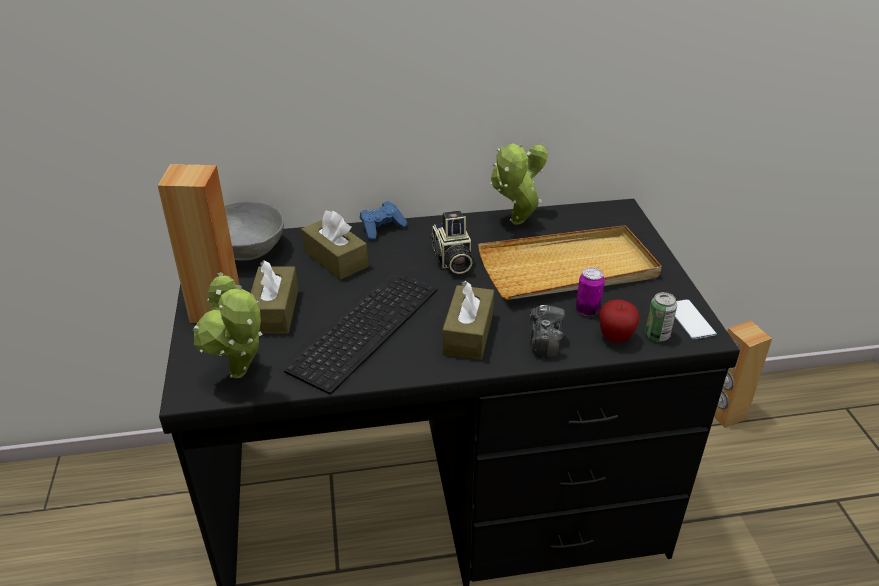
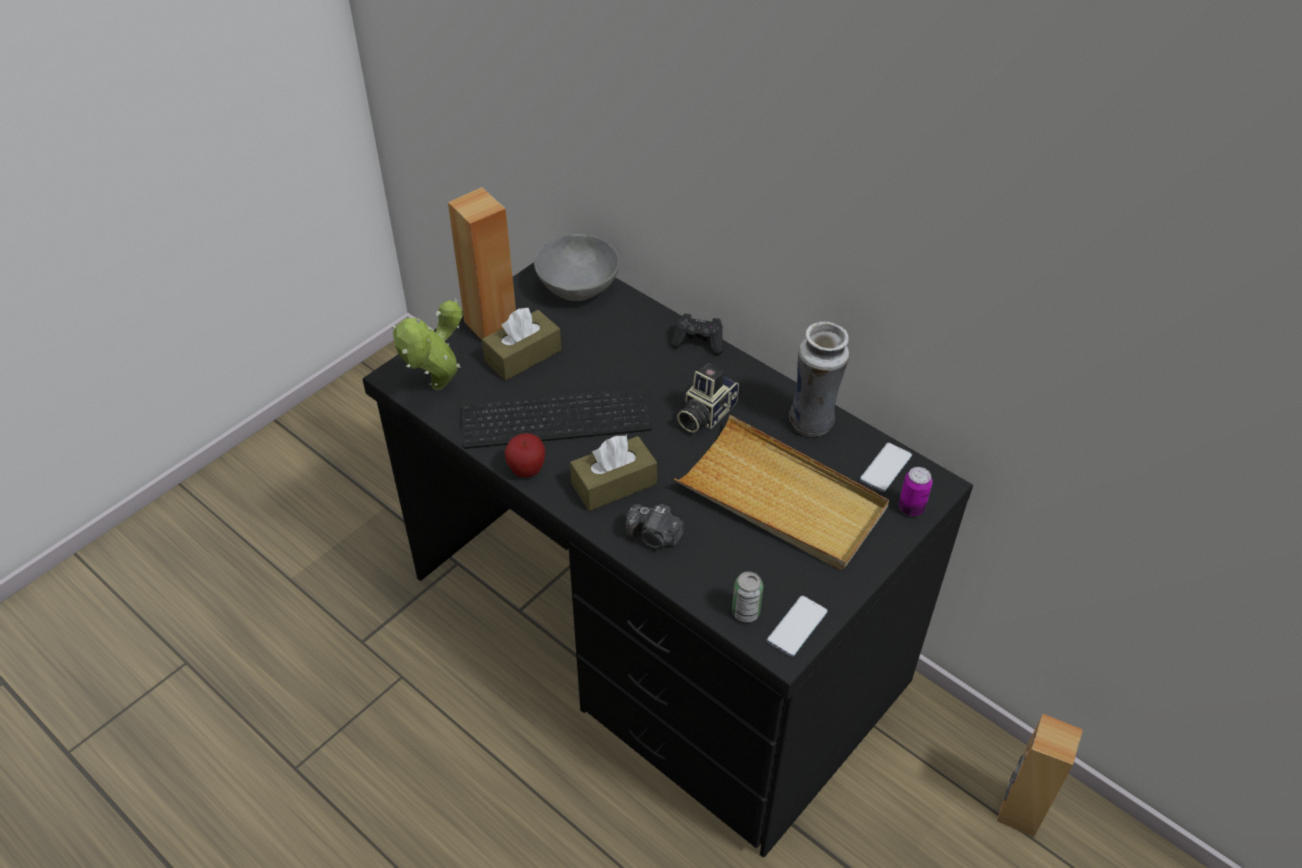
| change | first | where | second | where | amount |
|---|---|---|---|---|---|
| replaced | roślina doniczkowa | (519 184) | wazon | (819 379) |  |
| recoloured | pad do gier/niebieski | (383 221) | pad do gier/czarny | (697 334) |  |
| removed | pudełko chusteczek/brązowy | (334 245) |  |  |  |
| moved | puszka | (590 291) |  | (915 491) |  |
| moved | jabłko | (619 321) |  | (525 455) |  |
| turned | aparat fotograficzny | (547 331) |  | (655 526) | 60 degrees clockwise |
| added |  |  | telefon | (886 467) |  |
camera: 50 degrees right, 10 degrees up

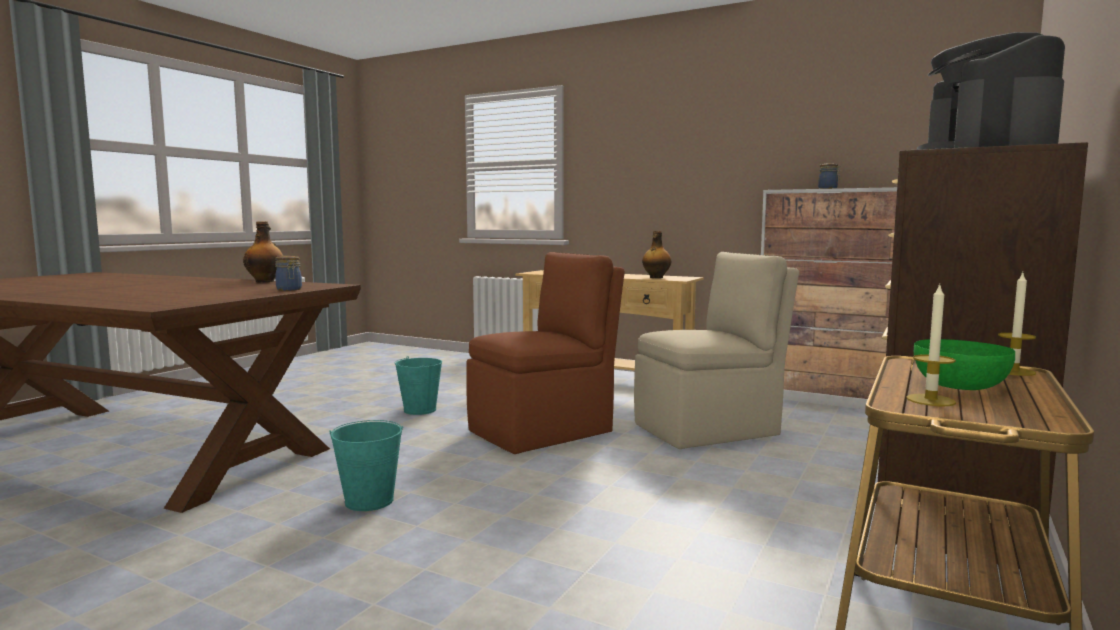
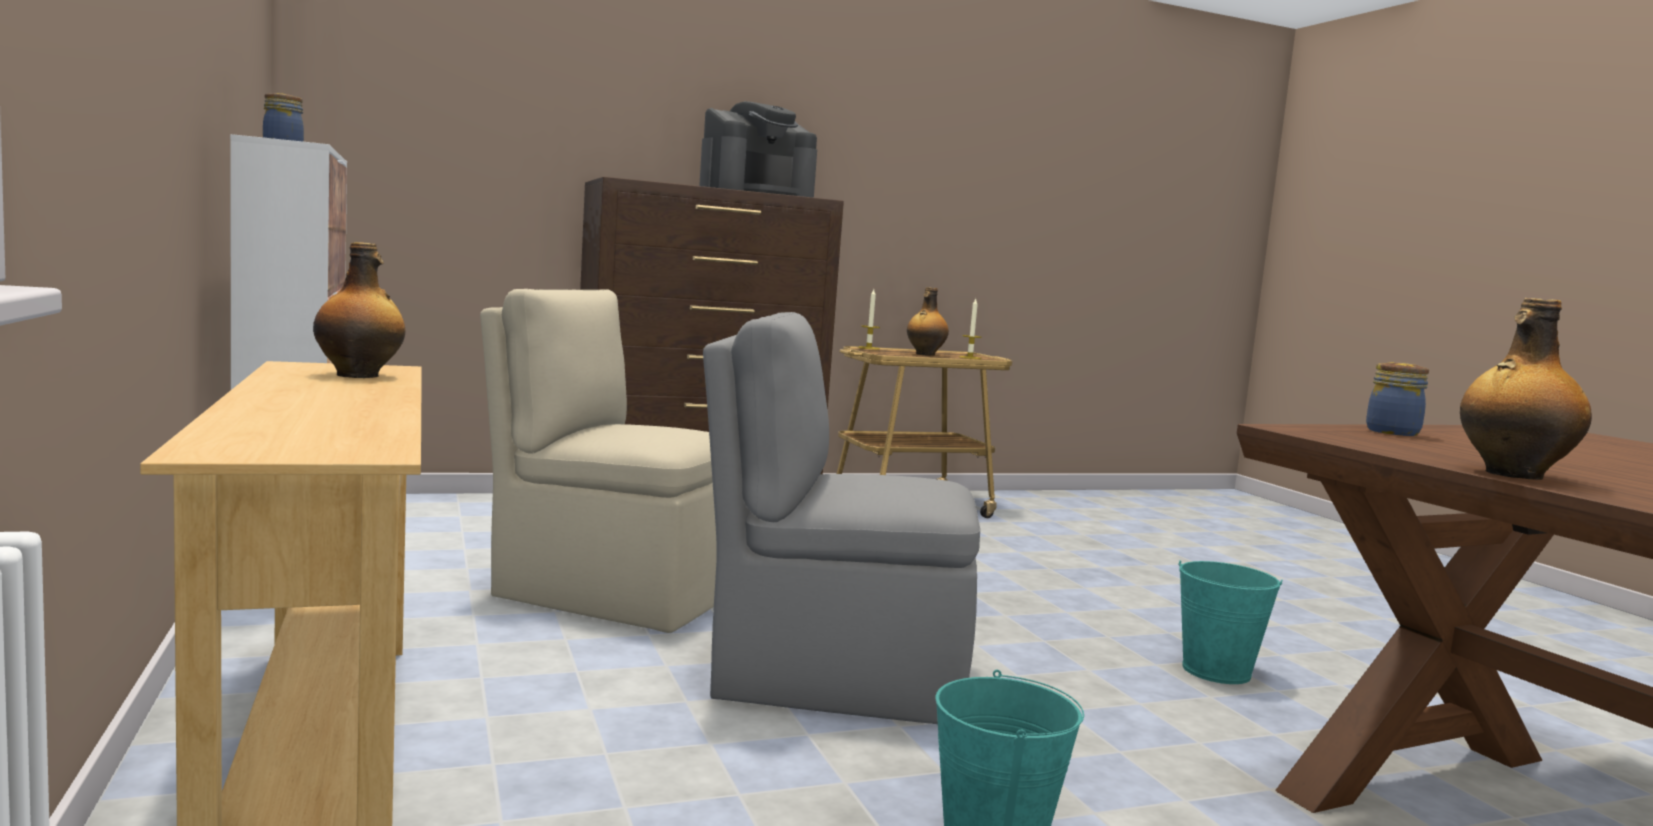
| change | first | where | second | where | amount |
|---|---|---|---|---|---|
| recoloured | krzesło/brązowy | (545 353) | krzesło/szary | (841 518) |  |
| replaced | miska/zielony | (964 364) | butelka | (928 321) |  |
camera: 140 degrees left, 0 degrees up

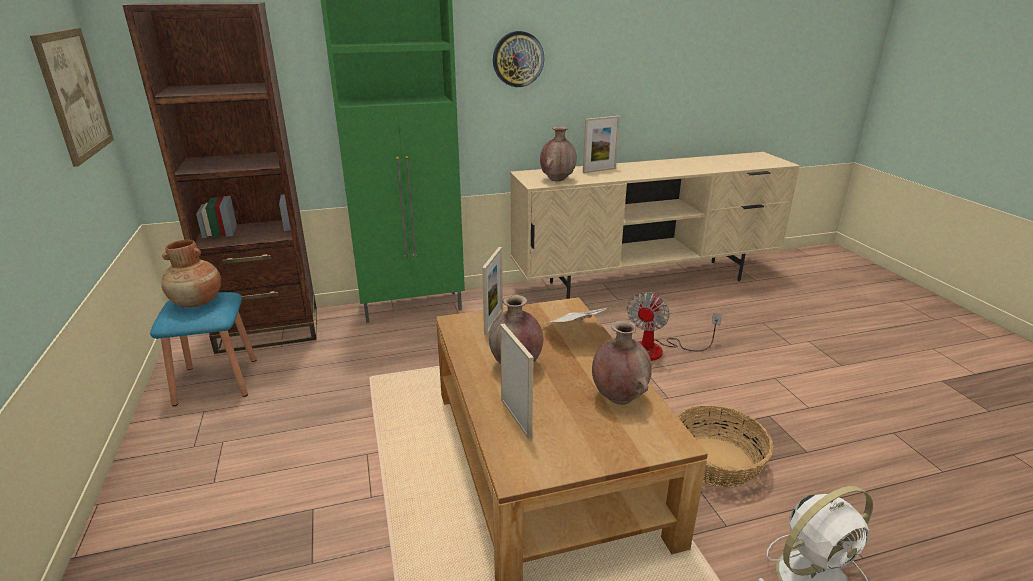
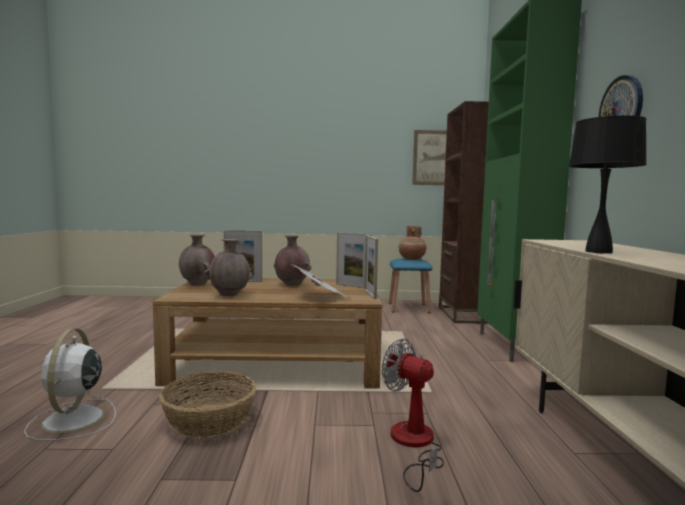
| change | first | where | second | where | amount |
|---|---|---|---|---|---|
| moved | ramka na zdjęcie | (601 144) |  | (371 267) |  |
| moved | wazon/brązowy | (558 154) |  | (197 260) |  |
| added |  |  | lampa stołowa/czarny | (608 184) |  |
camera: 105 degrees right, 20 degrees down

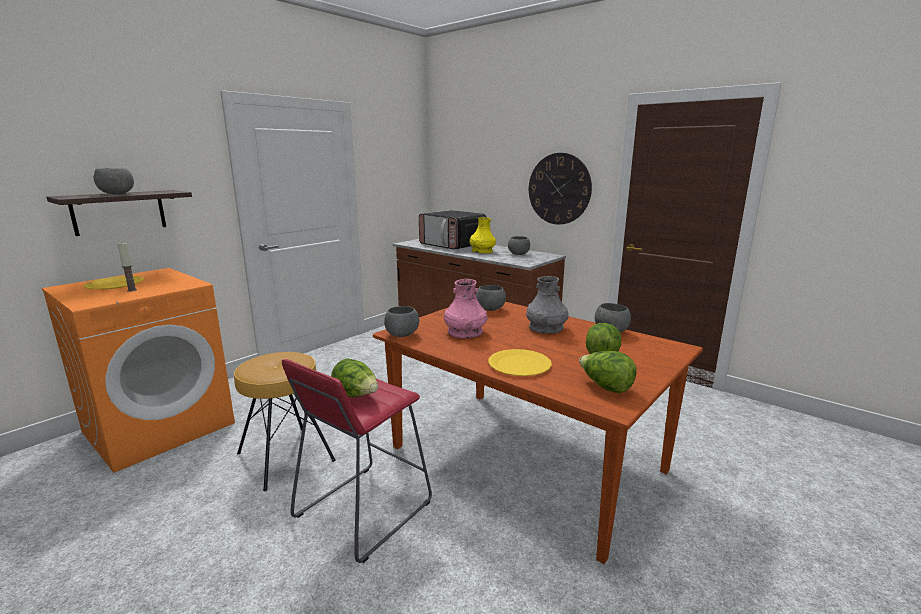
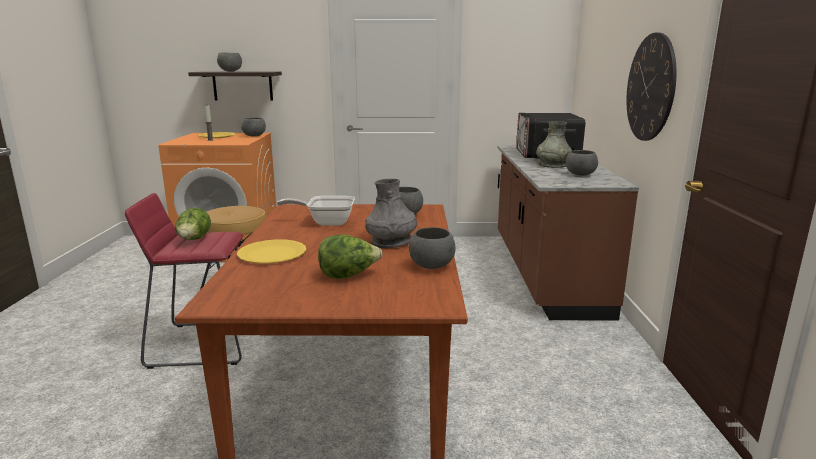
| change | first | where | second | where | amount |
|---|---|---|---|---|---|
| recoloured | wazon/żółty | (482 235) | wazon/szary | (554 144) |  |
| replaced | wazon/różowy | (466 308) | patelnia | (316 211) |  |
| moved | miska/szary | (401 321) |  | (253 127) |  |
| removed | sałata | (608 372) |  |  |  |
camera: 50 degrees right, 0 degrees up

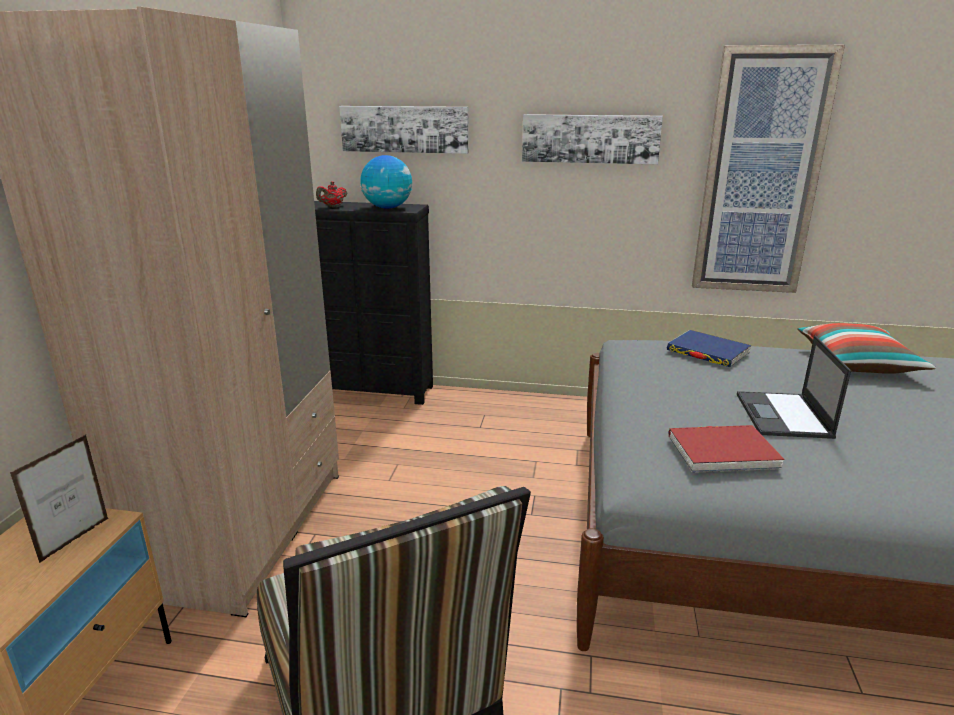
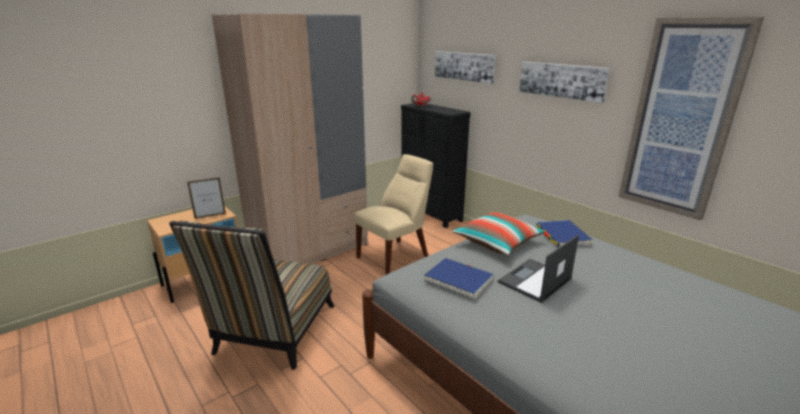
| change | first | where | second | where | amount |
|---|---|---|---|---|---|
| removed | globus | (386 182) |  |  |  |
| moved | poduszka | (866 348) |  | (498 233) |  |
| recoloured | książka/czerwony | (726 449) | książka/niebieski | (459 279) |  |
| added |  |  | krzesło/beżowy | (393 214) |  |
camera: 40 degrees right, 0 degrees up

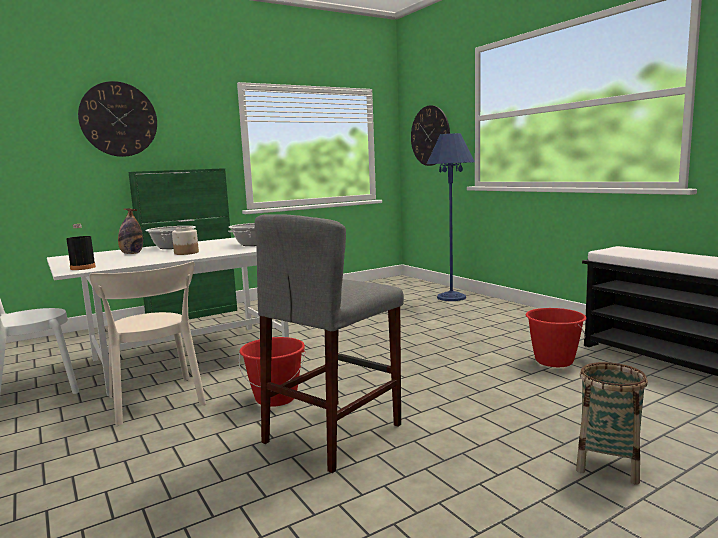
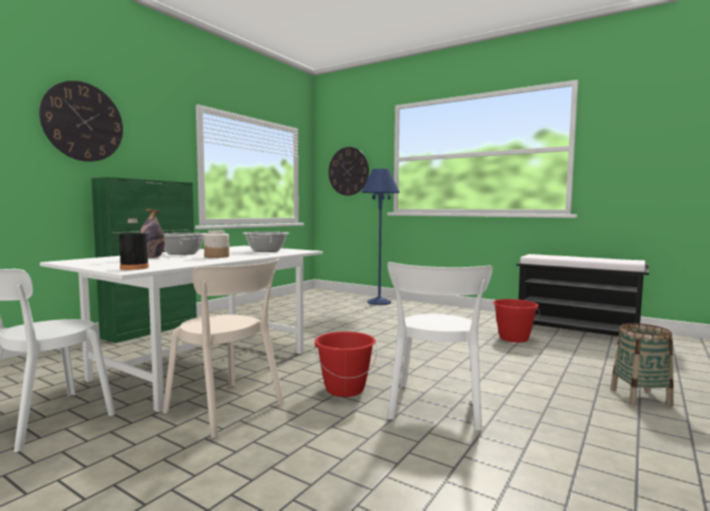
| change | first | where | second | where | amount |
|---|---|---|---|---|---|
| replaced | stołek/szary | (329 343) | krzesło/biały | (440 346) |  |
camera: 25 degrees left, 5 degrees down

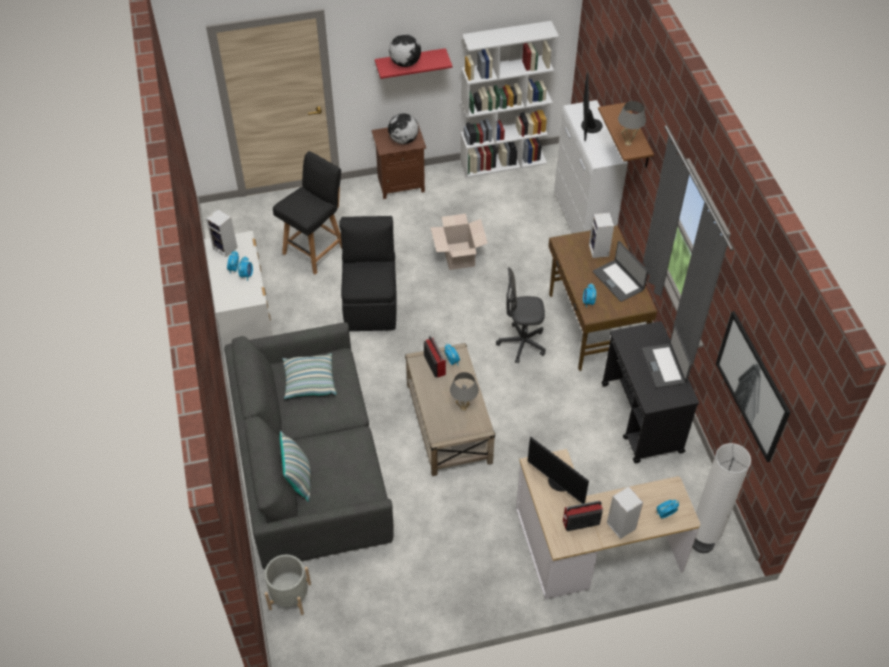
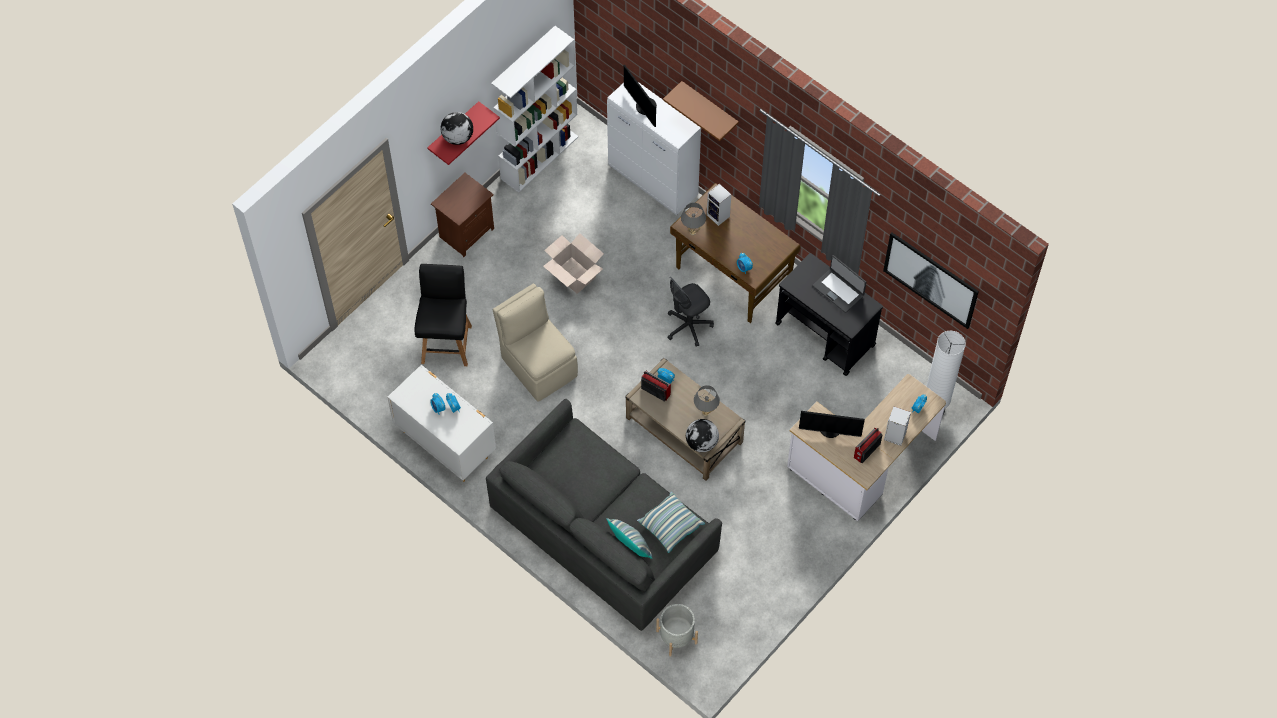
| change | first | where | second | where | amount |
|---|---|---|---|---|---|
| moved | lampa stołowa/szary | (632 123) |  | (693 219) |  |
| moved | globus | (403 128) |  | (702 435) |  |
| removed | głośnik | (222 233) |  |  |  |
| recoloured | krzesło/czarny | (368 273) | krzesło/beżowy | (535 342) |  |
| removed | laptop | (620 271) |  |  |  |
| moved | poduszka | (309 376) |  | (671 522) |  |
camera: 35 degrees left, 10 degrees up

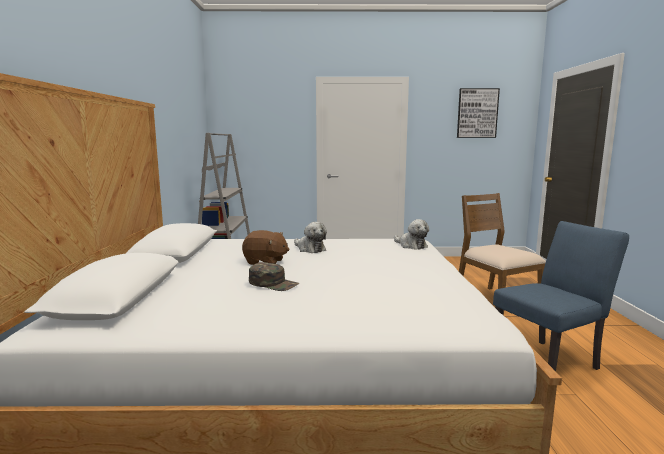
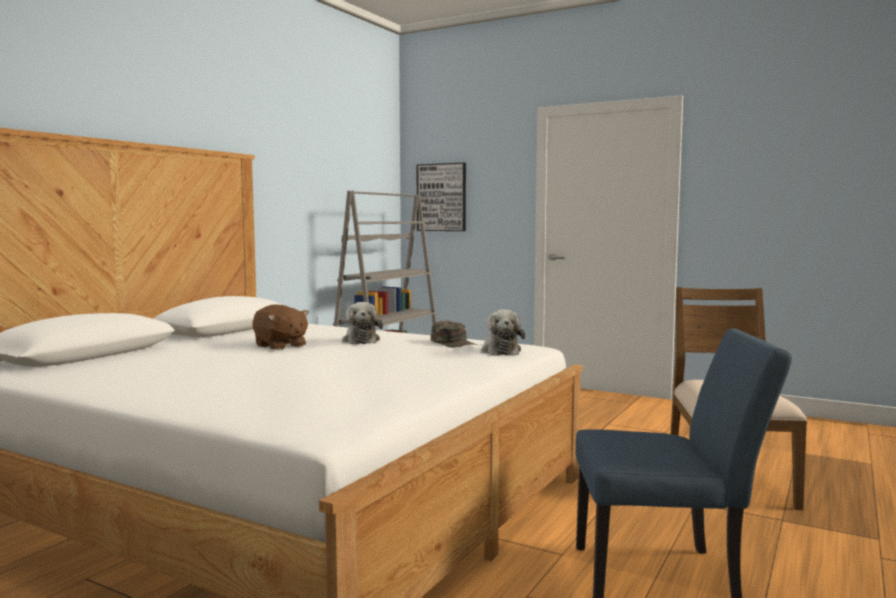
| change | first | where | second | where | amount |
|---|---|---|---|---|---|
| moved | obraz | (478 113) |  | (441 196) |  |
| moved | czapka z daszkiem/zielony | (274 276) |  | (454 334) |  |
camera: 30 degrees right, 5 degrees down

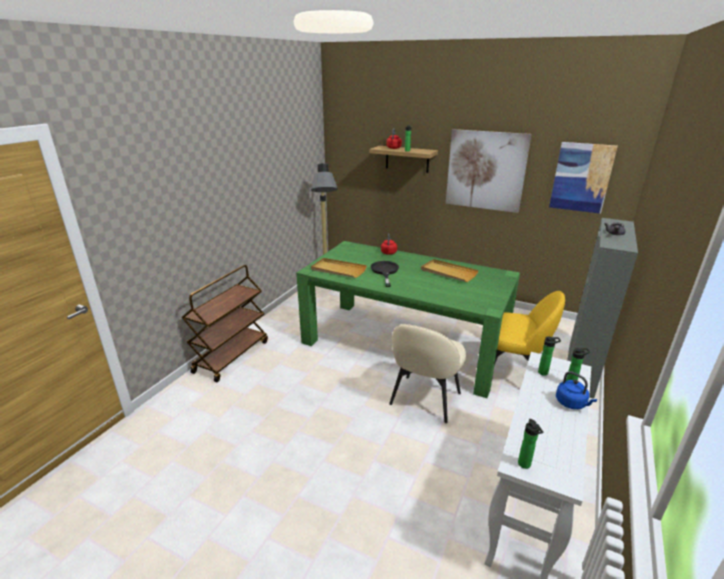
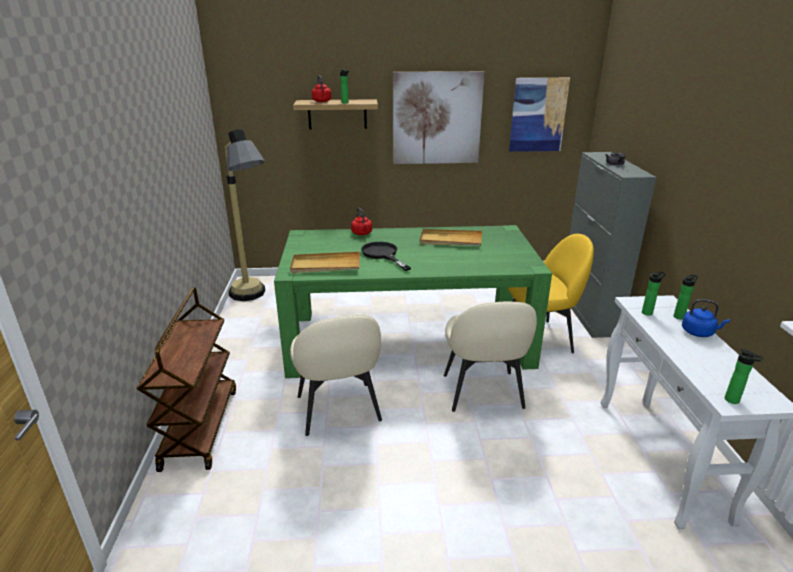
| change | first | where | second | where | amount |
|---|---|---|---|---|---|
| added |  |  | krzesło/beżowy | (336 375) |  |
camera: 30 degrees left, 0 degrees up

